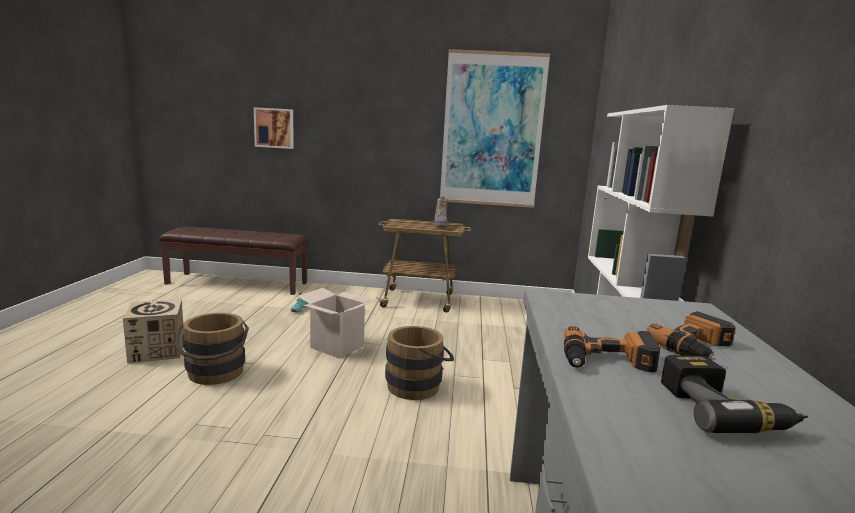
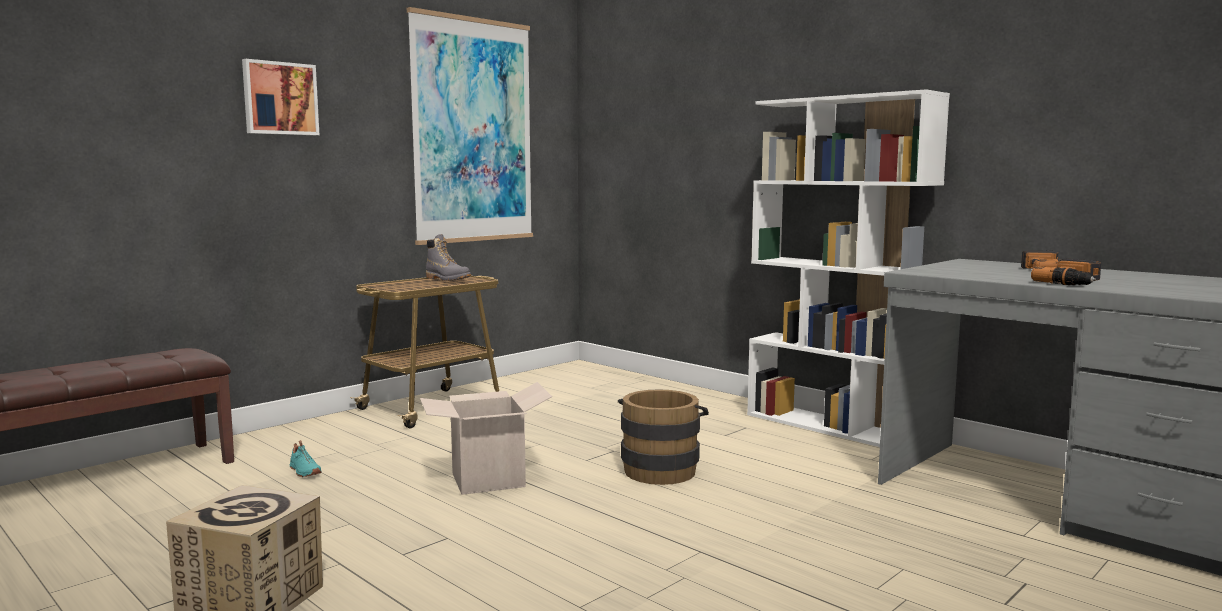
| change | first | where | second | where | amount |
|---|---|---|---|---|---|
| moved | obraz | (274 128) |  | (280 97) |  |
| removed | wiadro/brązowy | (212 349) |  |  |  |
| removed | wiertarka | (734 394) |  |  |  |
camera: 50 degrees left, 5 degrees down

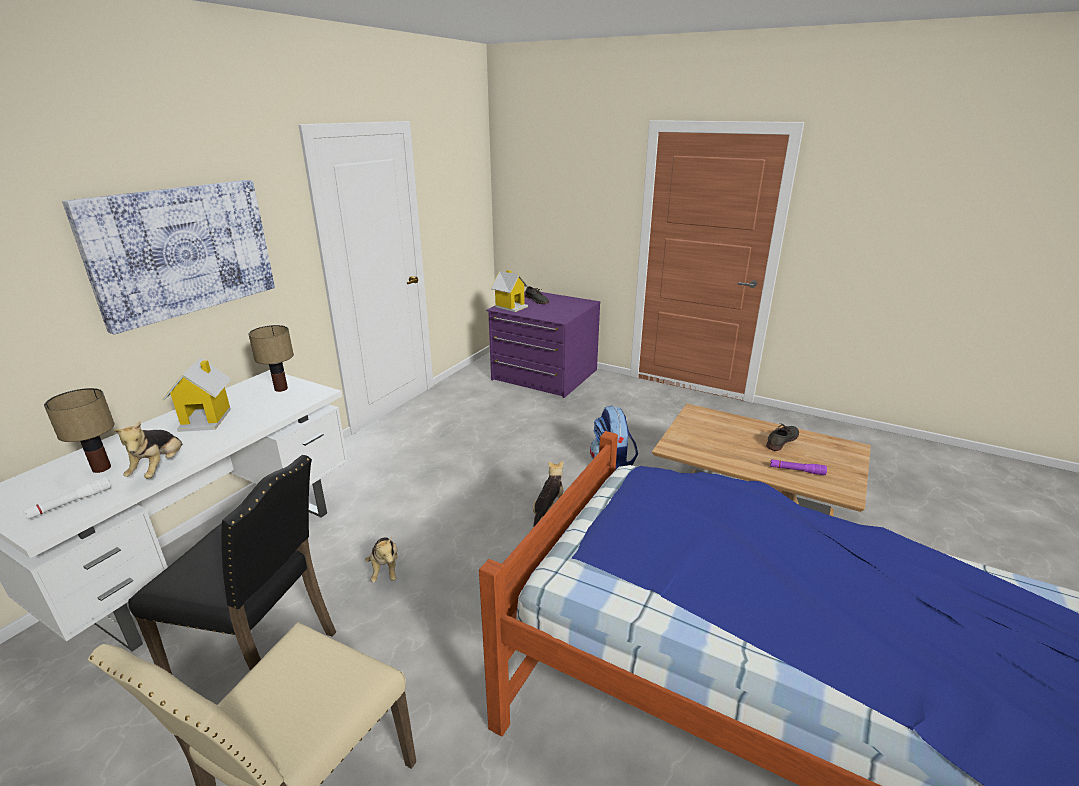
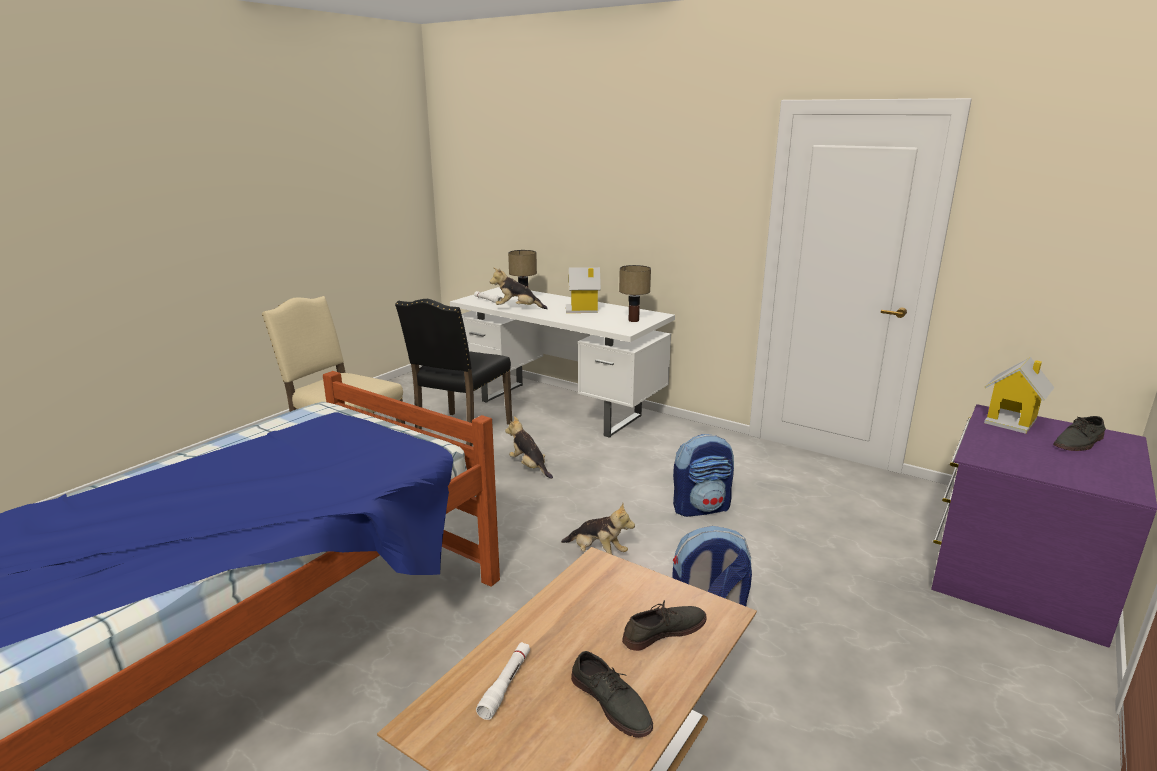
| change | first | where | second | where | amount |
|---|---|---|---|---|---|
| removed | obraz | (168 257) |  |  |  |
| recoloured | latarka/fioletowy | (798 467) | latarka/biały | (503 681) |  |
| turned | pluszak | (381 559) |  | (529 447) | 60 degrees clockwise |
| added |  |  | plecak | (703 475) |  |
| added |  |  | but/szary | (664 625) |  |
camera: 95 degrees right, 5 degrees down

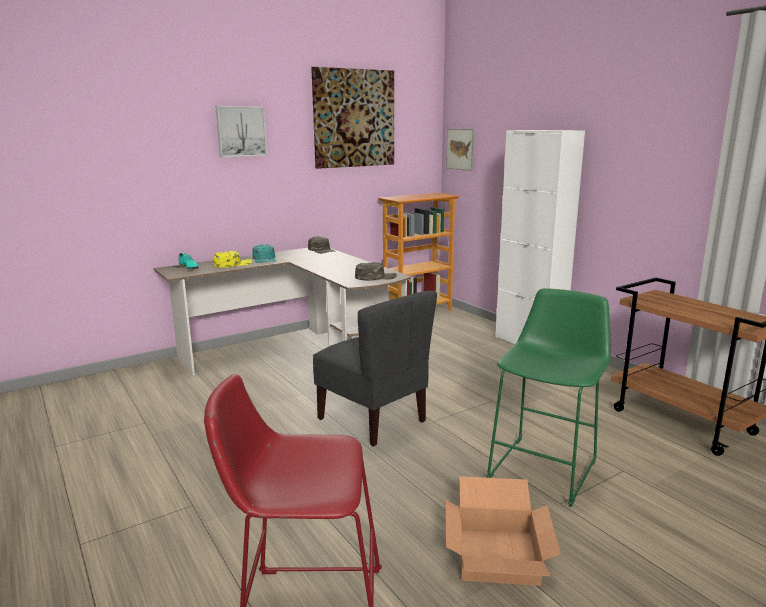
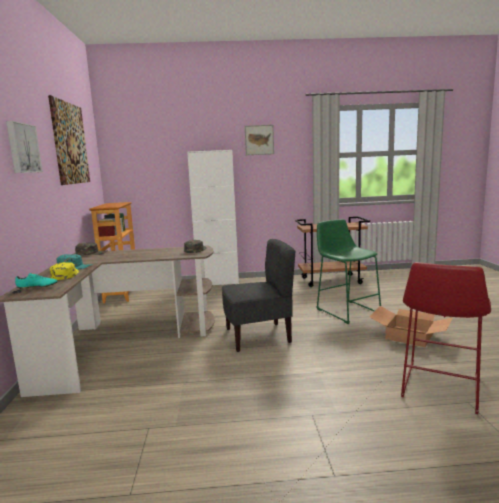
| change | first | where | second | where | amount |
|---|---|---|---|---|---|
| moved | obraz | (460 150) |  | (259 140) |  |
camera: 60 degrees left, 5 degrees down

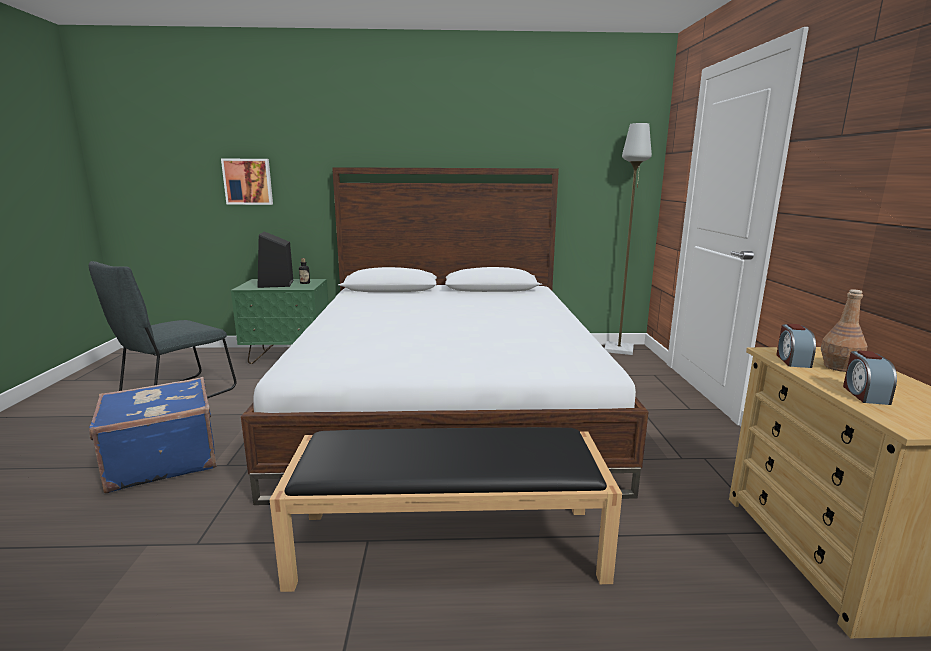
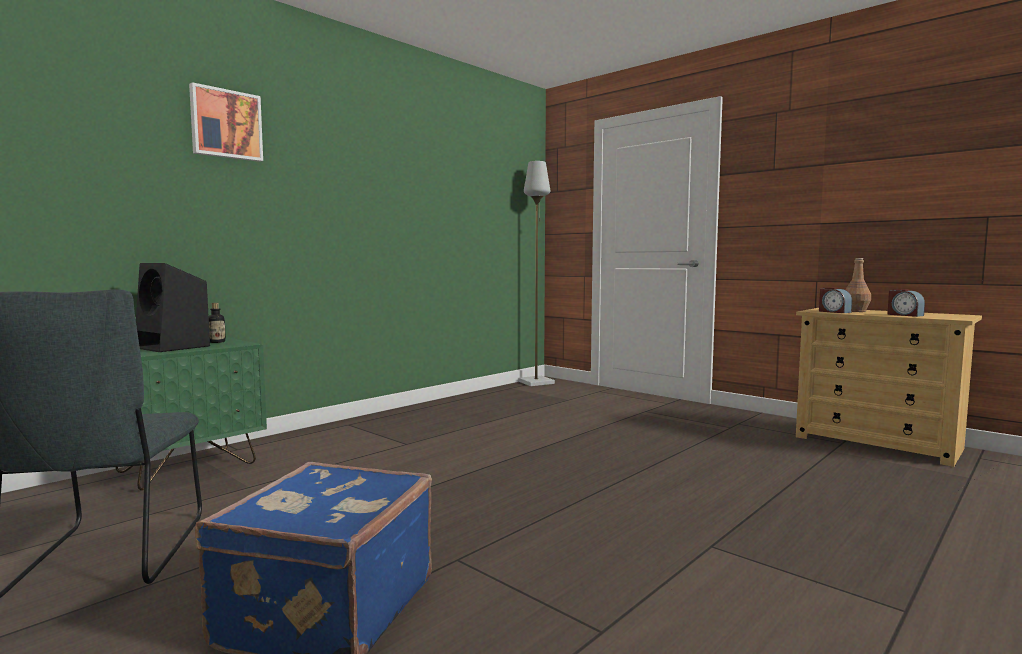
| change | first | where | second | where | amount |
|---|---|---|---|---|---|
| moved | obraz | (247 182) |  | (226 122) |  |
| removed | łóżko | (444 336) |  |  |  |
| removed | ławka/czarny | (445 509) |  |  |  |
camera: 45 degrees left, 10 degrees down

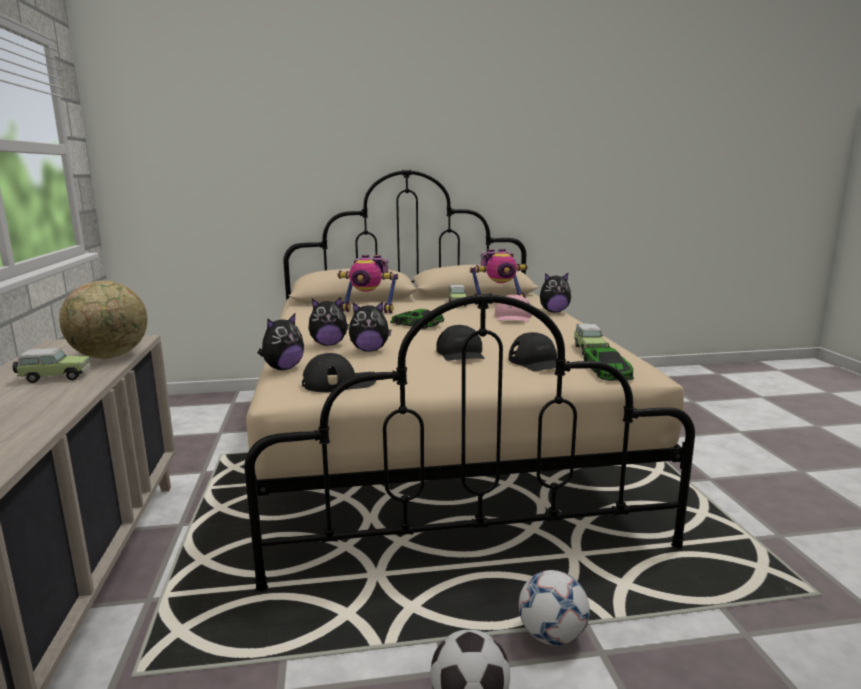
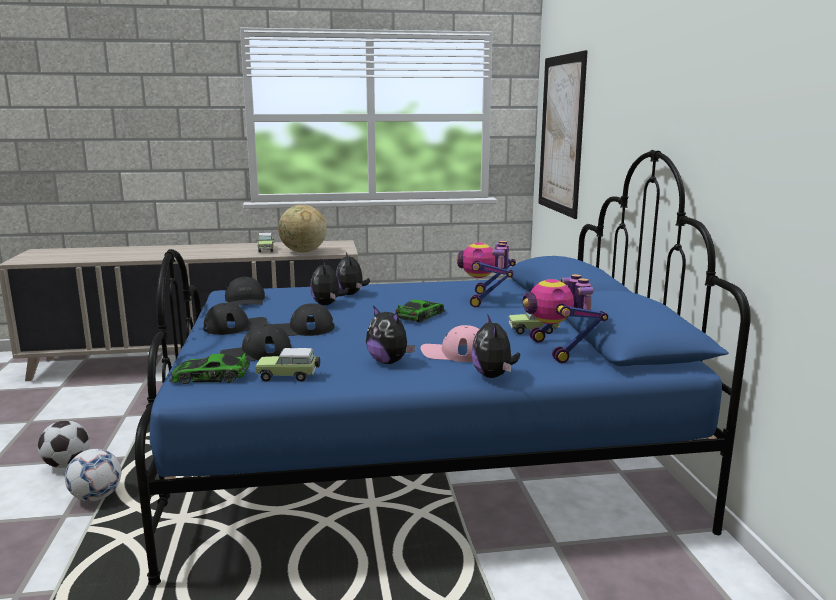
| change | first | where | second | where | amount |
|---|---|---|---|---|---|
| recoloured | łóżko/beżowy | (469 381) | łóżko/niebieski | (443 368) |  |
| moved | pluszak | (281 342) |  | (390 334) |  |
| added |  |  | obraz | (563 134) |  |
| added |  |  | czapka z daszkiem/czarny | (235 319) |  |
camera: 90 degrees right, 0 degrees up

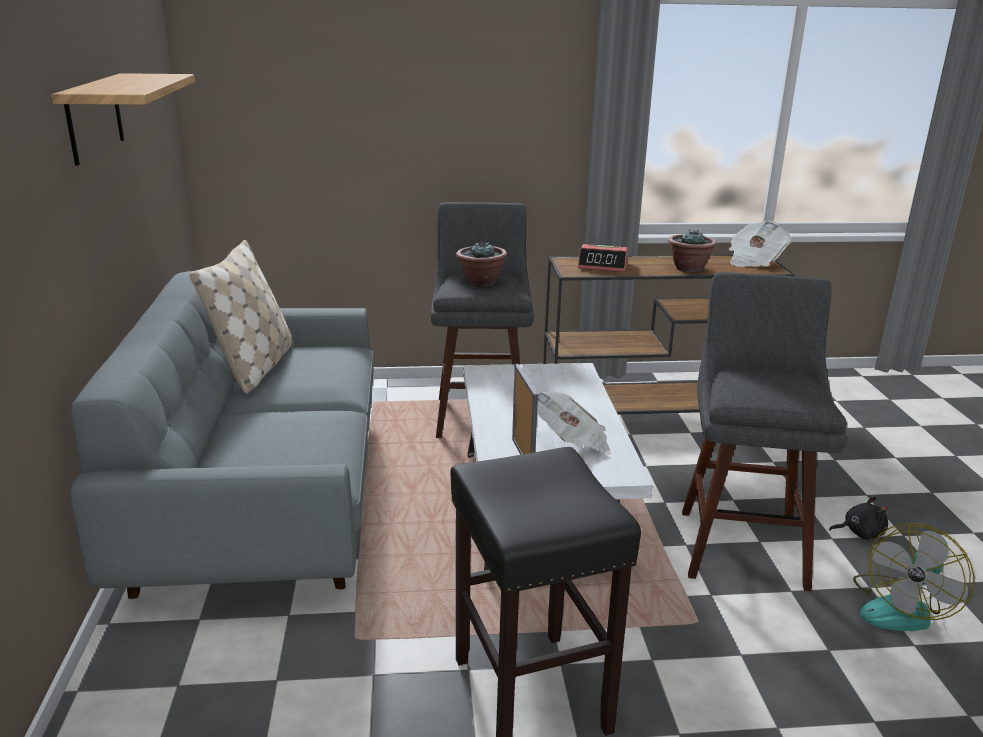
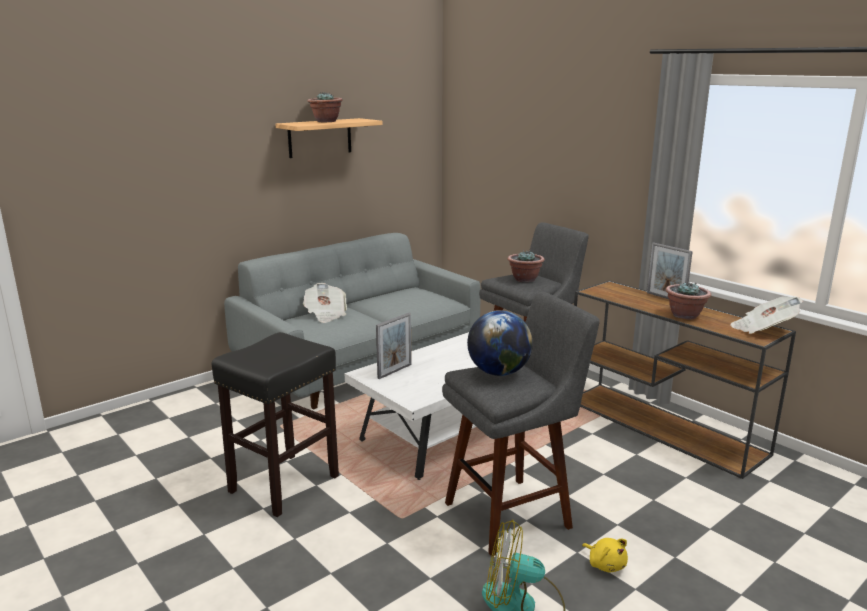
| change | first | where | second | where | amount |
|---|---|---|---|---|---|
| removed | poduszka/beżowy | (241 317) |  |  |  |
| removed | budzik | (603 258) |  |  |  |
| moved | gazeta | (574 423) |  | (325 303) |  |
| recoloured | pluszak/czarny | (859 518) | pluszak/żółty | (605 555) |  |
| added |  |  | roślina doniczkowa | (325 107) |  |
| added |  |  | ramka na zdjęcie | (670 271) |  |
| added |  |  | globus | (500 343) |  |
camera: 55 degrees right, 5 degrees down

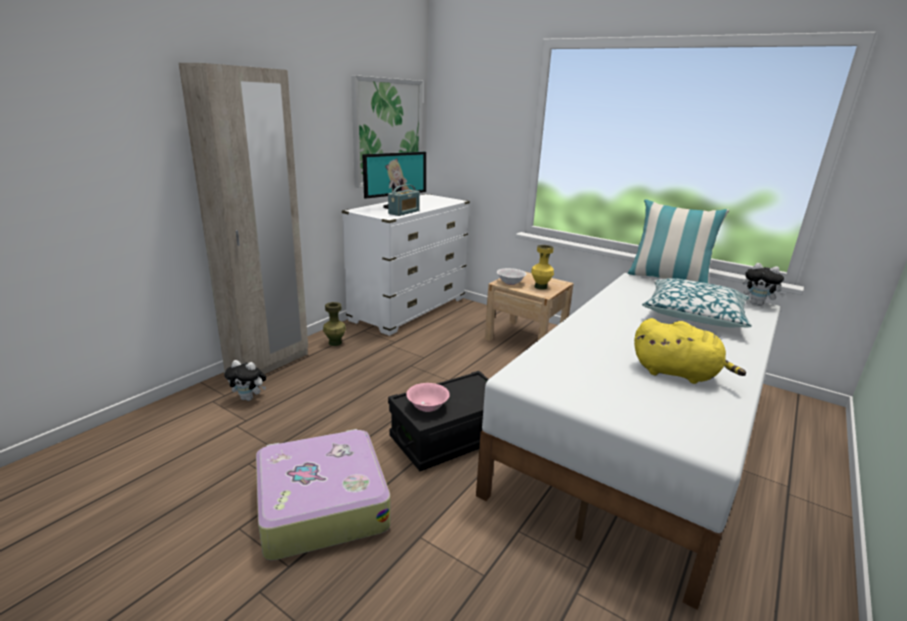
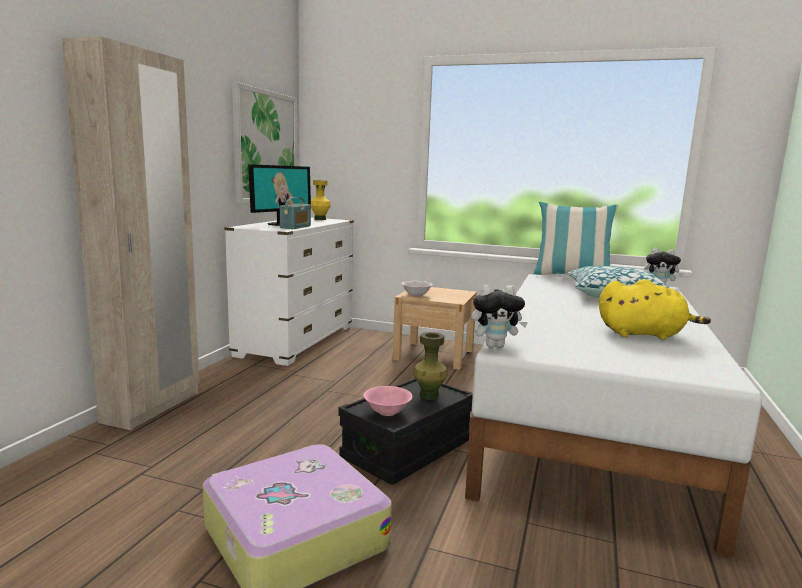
| change | first | where | second | where | amount |
|---|---|---|---|---|---|
| moved | wazon/żółty | (542 267) |  | (321 200) |  |
| moved | wazon/zielony | (334 324) |  | (430 366) |  |
| moved | pluszak | (245 380) |  | (499 316) |  |
camera: 15 degrees left, 10 degrees down

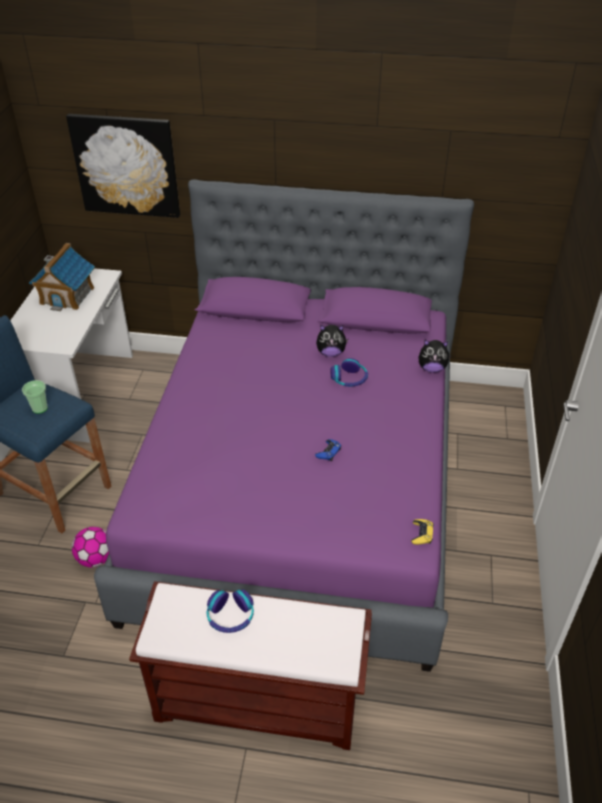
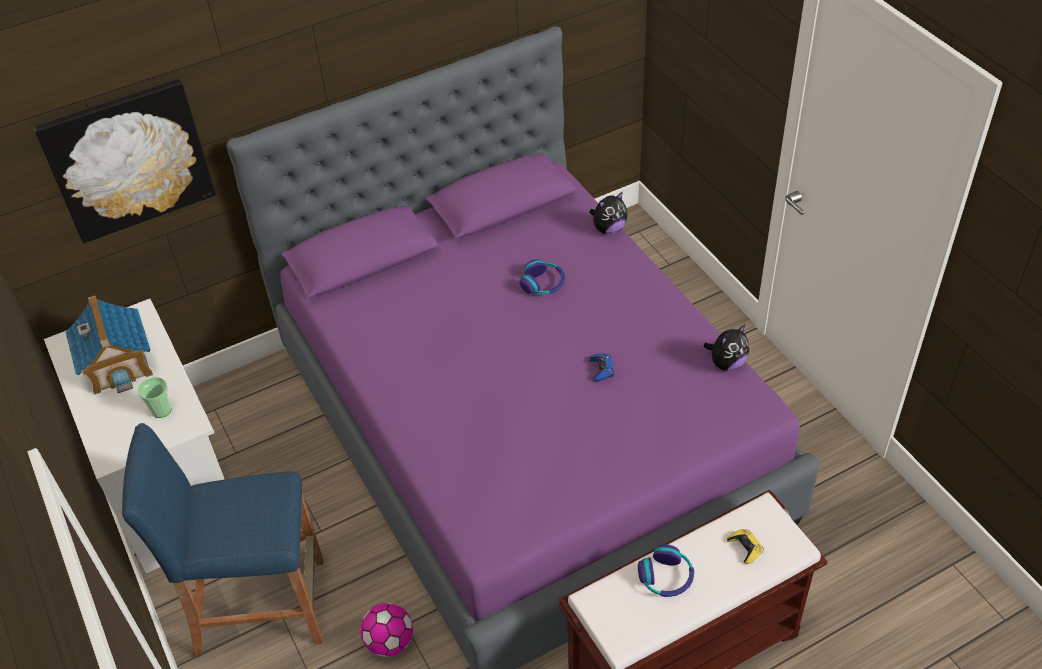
| change | first | where | second | where | amount |
|---|---|---|---|---|---|
| moved | pluszak | (332 341) |  | (726 347) |  |
| moved | filiżanka | (35 397) |  | (154 397) |  |
| moved | pad do gier/żółty | (422 532) |  | (745 546) |  |
camera: 35 degrees left, 5 degrees up

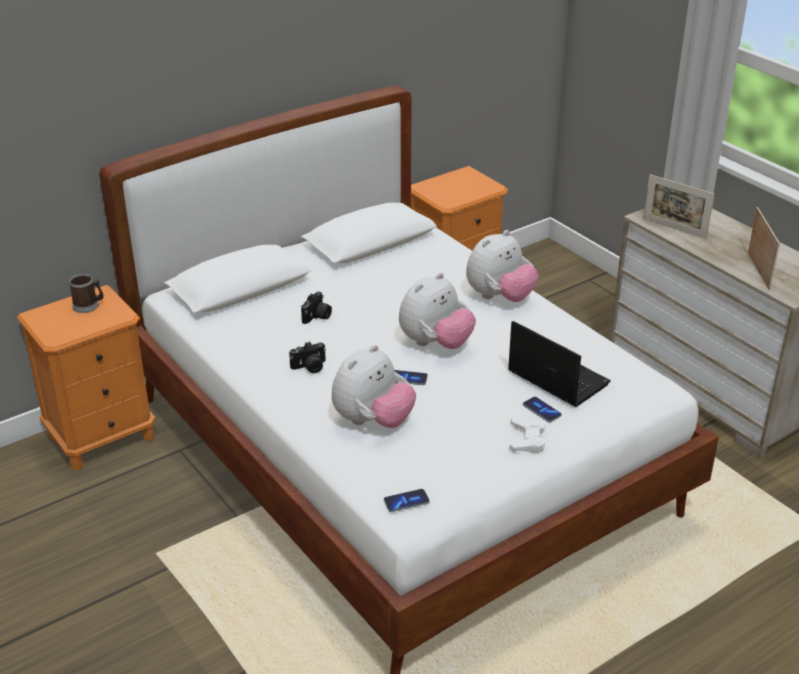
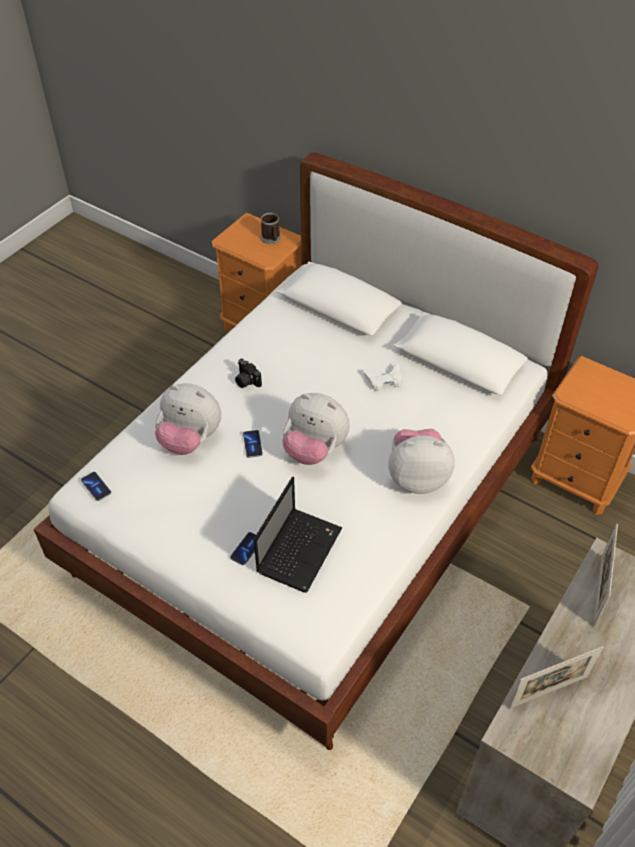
| change | first | where | second | where | amount |
|---|---|---|---|---|---|
| turned | pluszak | (502 266) |  | (421 461) | 150 degrees clockwise |
| removed | aparat fotograficzny | (316 307) |  |  |  |
| moved | pad do gier/biały | (527 435) |  | (383 377) |  |
camera: 70 degrees right, 15 degrees up

